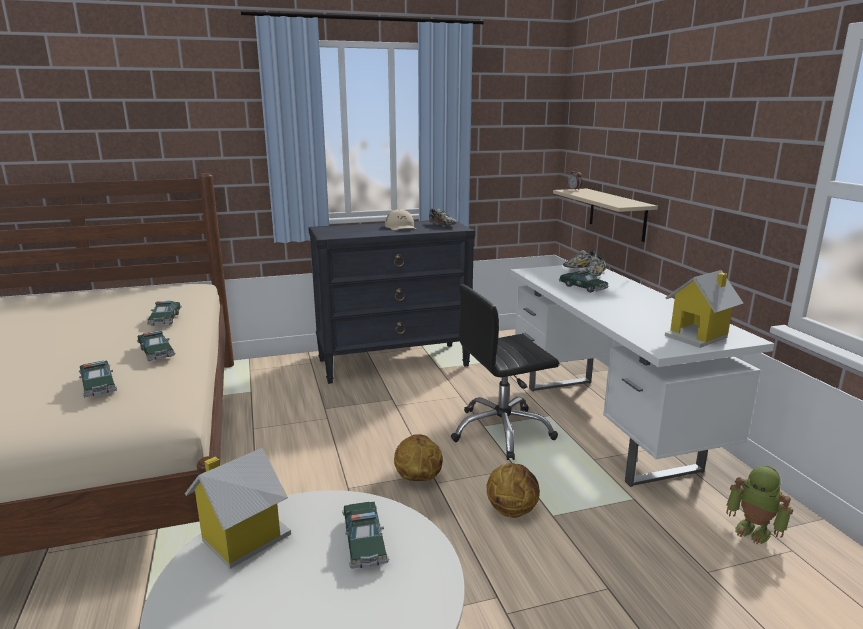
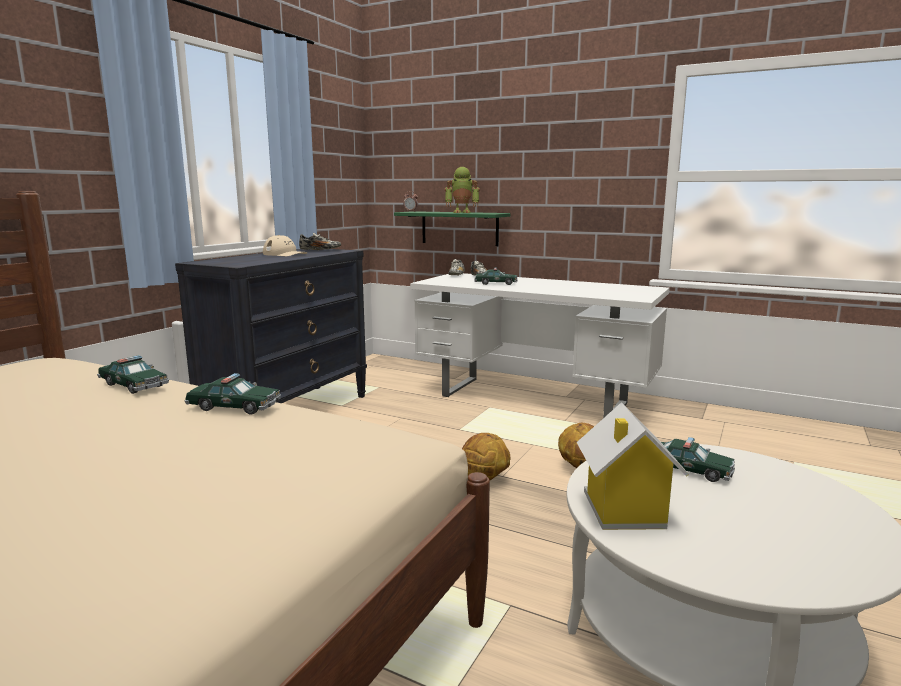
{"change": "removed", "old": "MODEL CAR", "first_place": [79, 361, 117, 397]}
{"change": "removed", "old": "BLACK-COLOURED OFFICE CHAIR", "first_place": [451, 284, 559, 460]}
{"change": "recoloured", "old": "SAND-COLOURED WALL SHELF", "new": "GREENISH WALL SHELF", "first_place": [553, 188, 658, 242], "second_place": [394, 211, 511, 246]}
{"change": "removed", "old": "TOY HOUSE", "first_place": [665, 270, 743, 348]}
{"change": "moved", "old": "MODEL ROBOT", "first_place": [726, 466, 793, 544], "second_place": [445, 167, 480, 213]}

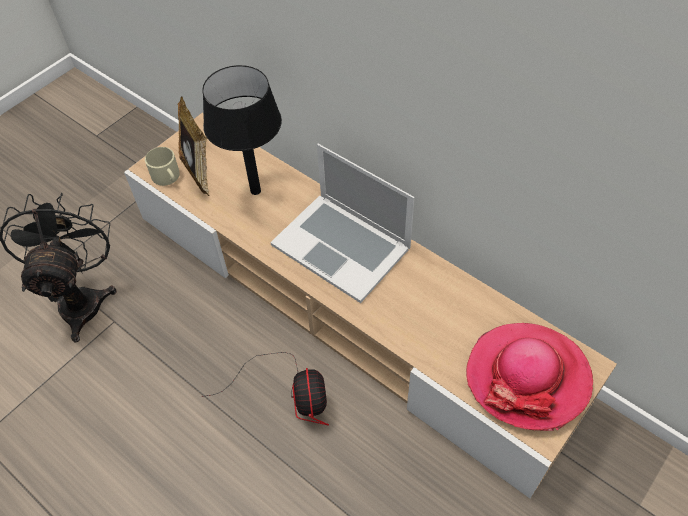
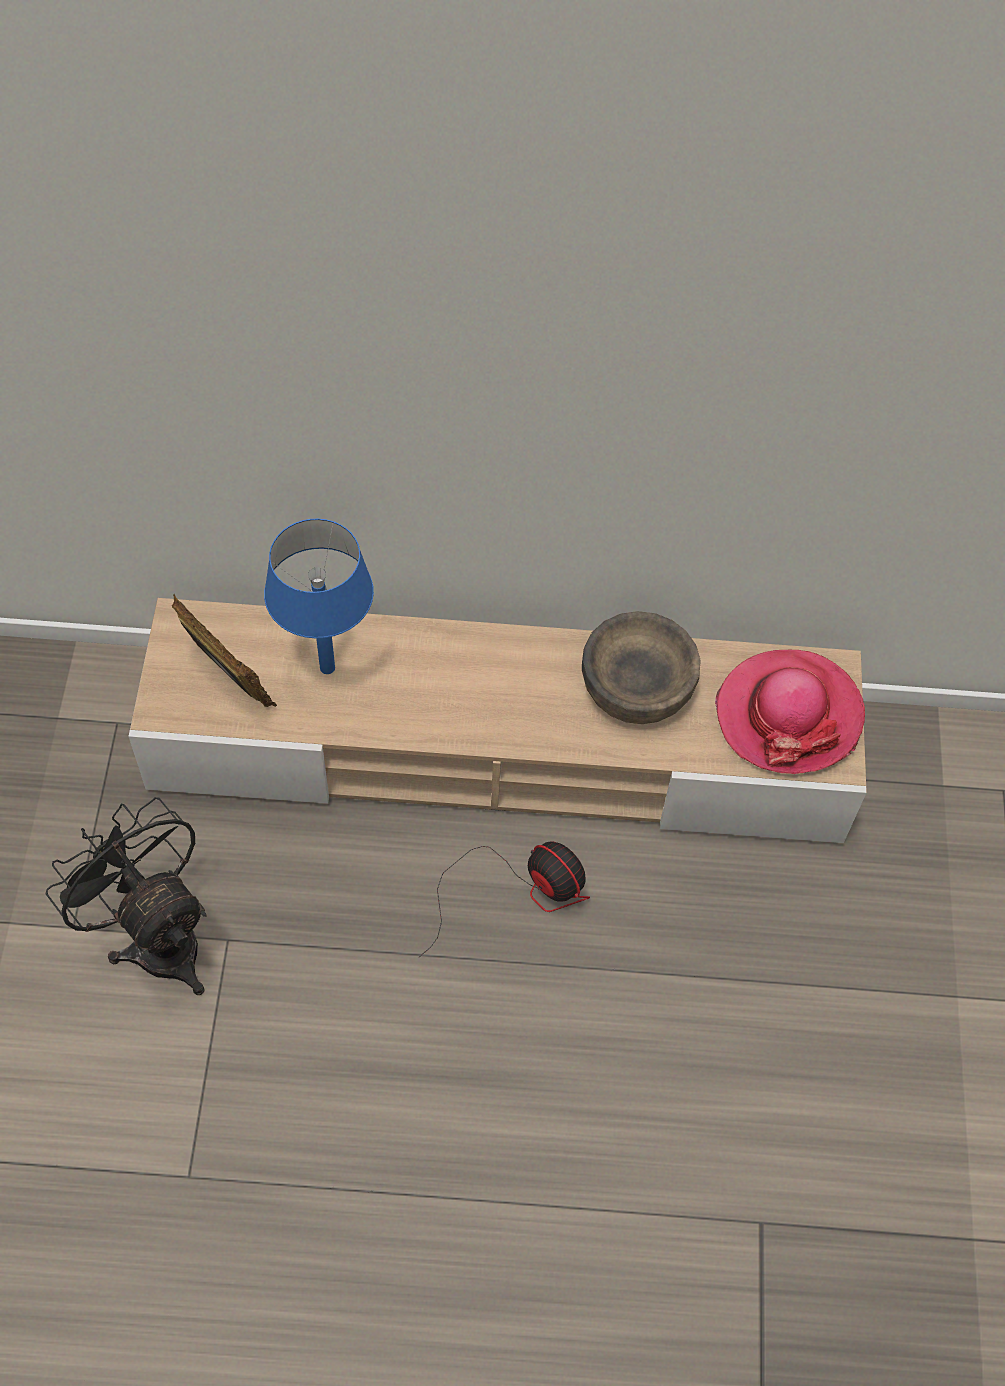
{"change": "removed", "old": "SAND-COLOURED MUG", "first_place": [145, 147, 180, 186]}
{"change": "recoloured", "old": "BLACK-COLOURED LAMP FOR A TABLE", "new": "BLUE LAMP FOR A TABLE", "first_place": [202, 65, 282, 195], "second_place": [264, 519, 374, 674]}
{"change": "removed", "old": "NOTEBOOK COMPUTER", "first_place": [270, 144, 415, 303]}
{"change": "added", "new": "BROWN-COLOURED DEEP DISH", "second_place": [582, 611, 701, 724]}

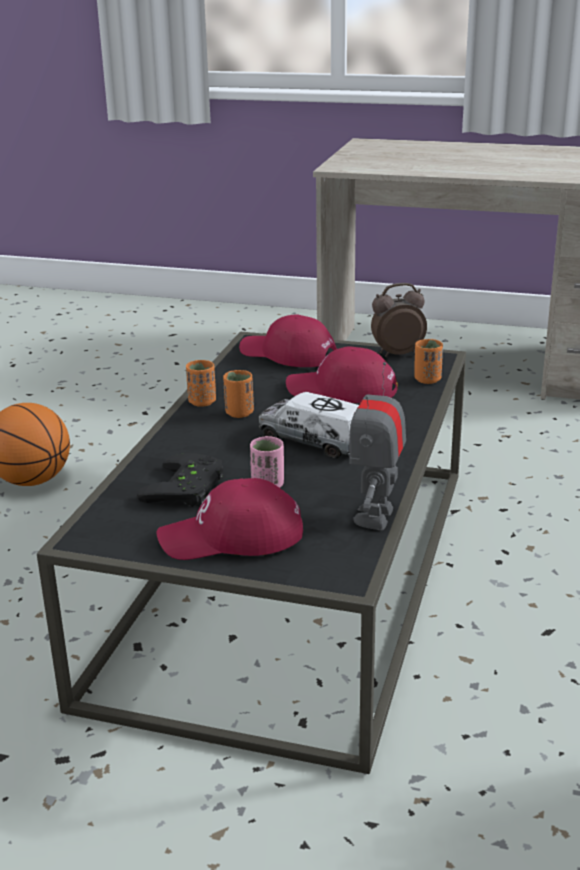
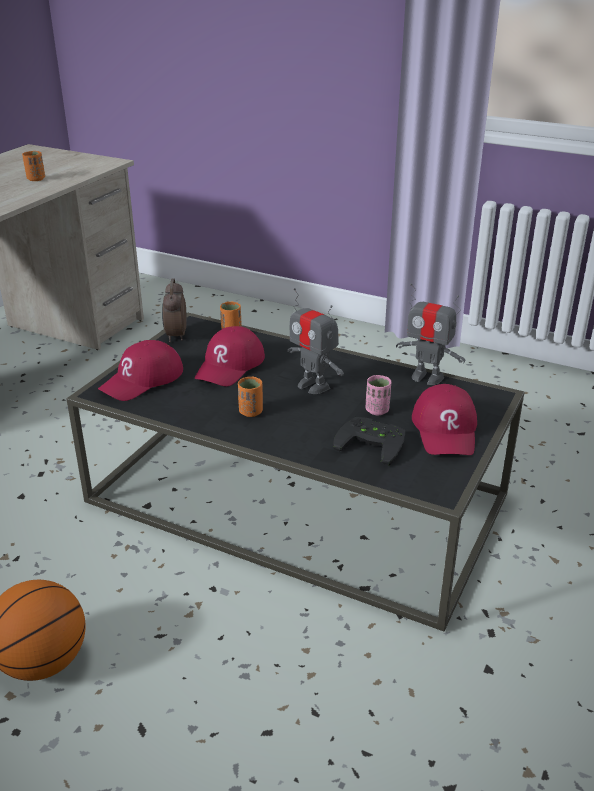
{"change": "moved", "old": "ORANGE-COLOURED DRINKING CUP", "first_place": [186, 360, 216, 407], "second_place": [22, 151, 45, 181]}
{"change": "replaced", "old": "MODEL TRUCK", "new": "MODEL ROBOT", "first_place": [259, 392, 359, 459], "second_place": [288, 288, 344, 394]}

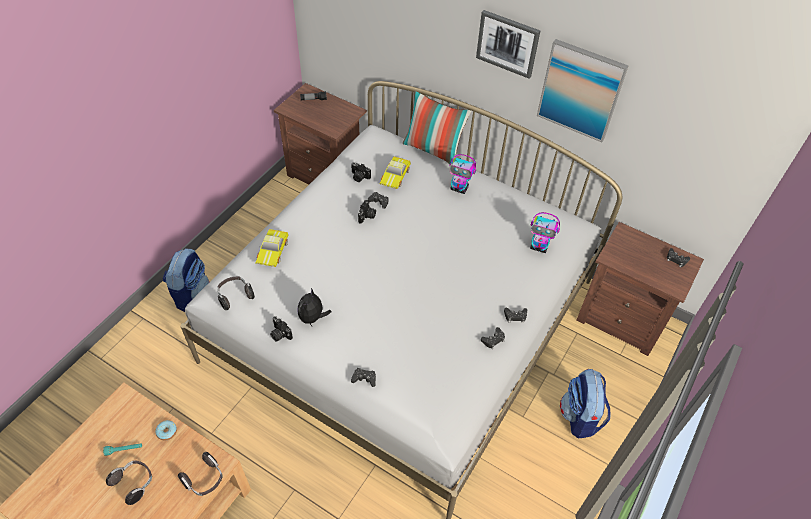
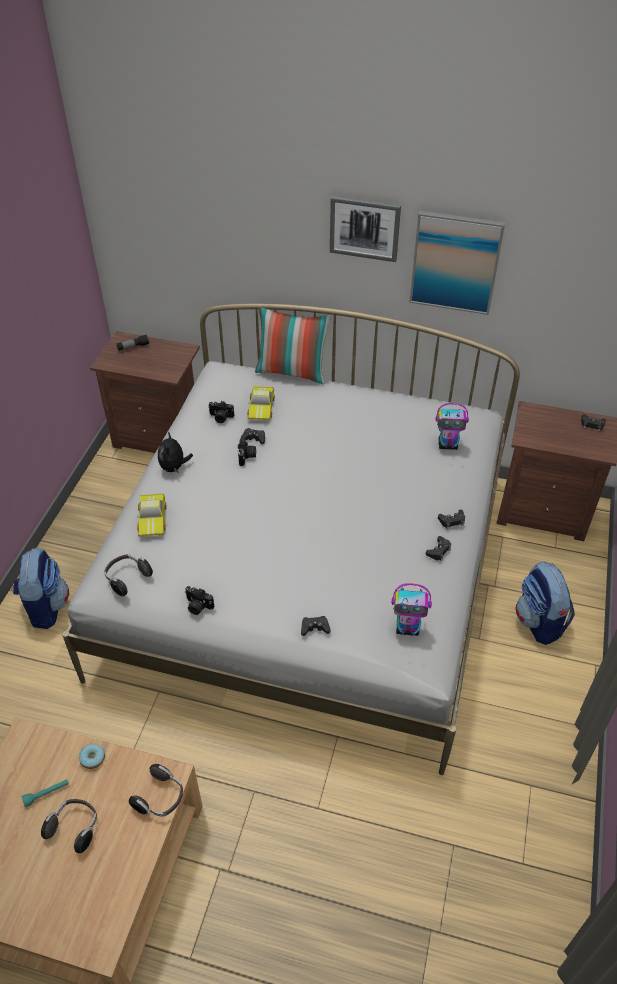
{"change": "moved", "old": "CUDDLY TOY", "first_place": [297, 288, 331, 328], "second_place": [158, 432, 193, 473]}
{"change": "moved", "old": "MODEL ROBOT", "first_place": [449, 154, 476, 194], "second_place": [392, 583, 432, 636]}

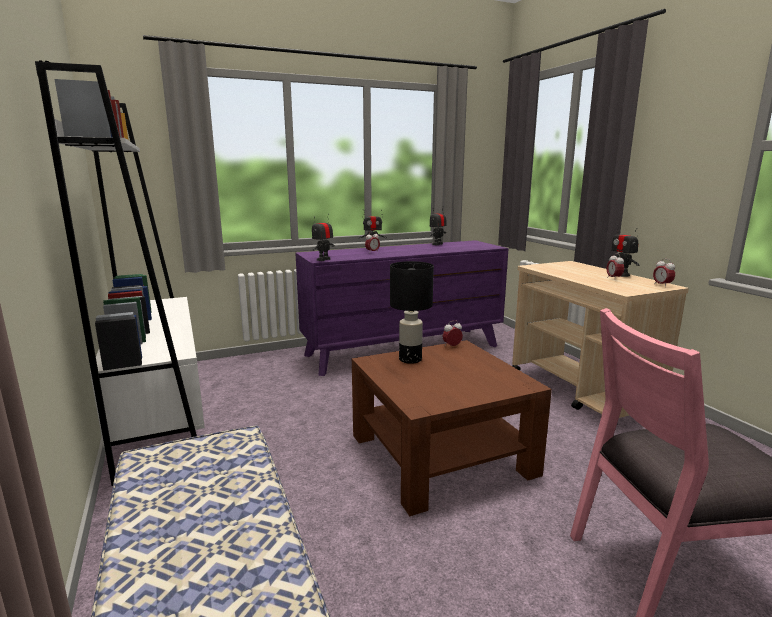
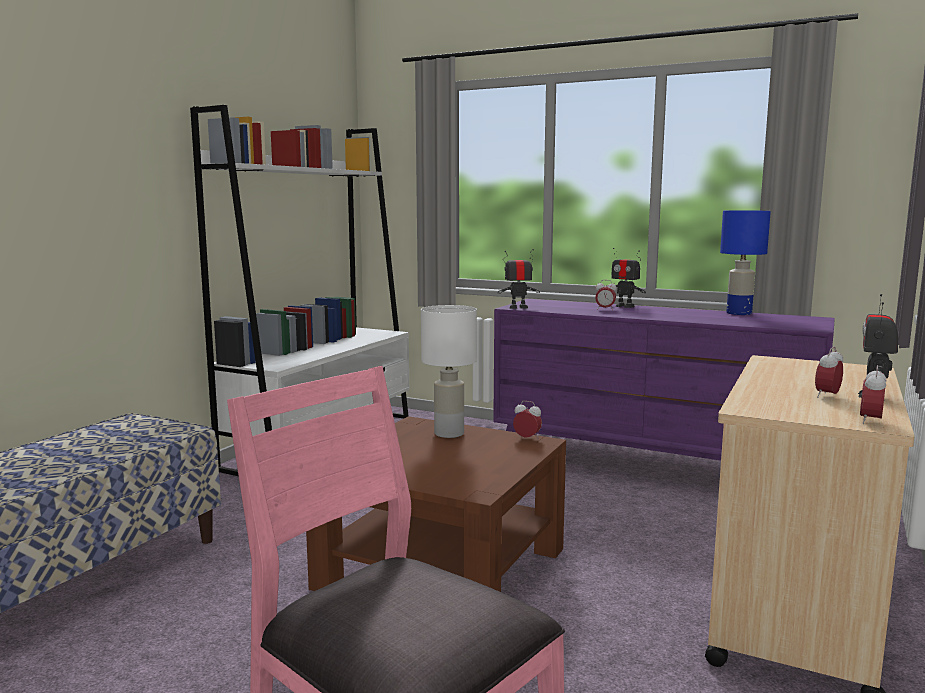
{"change": "recoloured", "old": "BLACK-COLOURED LAMP FOR A TABLE", "new": "WHITISH LAMP FOR A TABLE", "first_place": [390, 261, 434, 364], "second_place": [421, 305, 477, 438]}
{"change": "replaced", "old": "MODEL ROBOT", "new": "BLUE LAMP FOR A TABLE", "first_place": [430, 207, 447, 245], "second_place": [720, 210, 771, 315]}

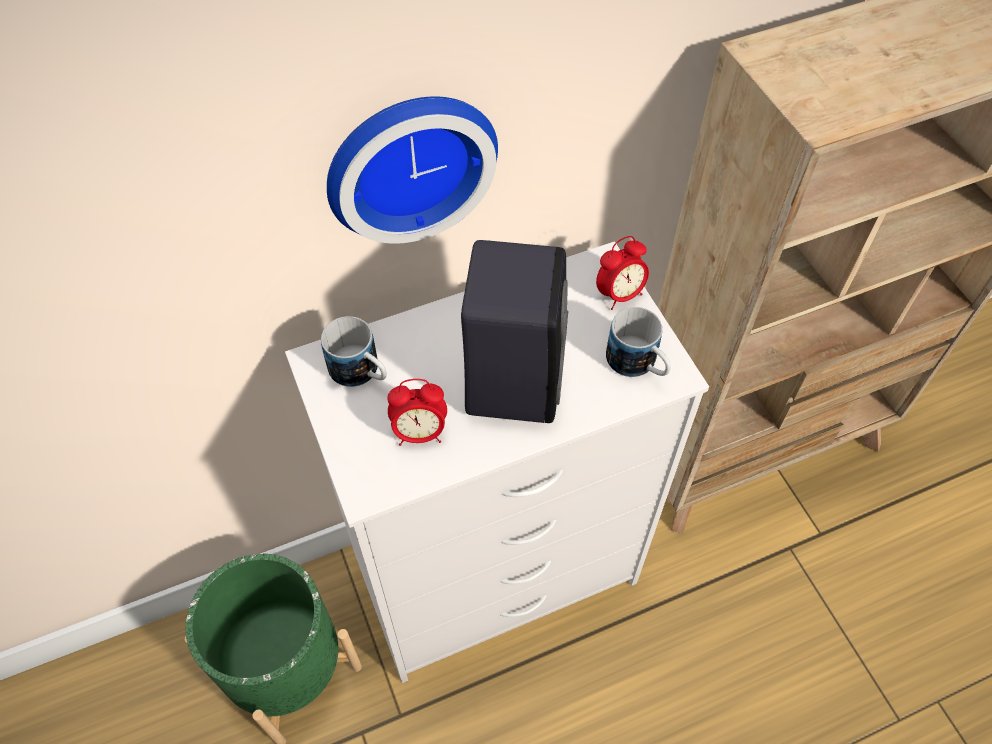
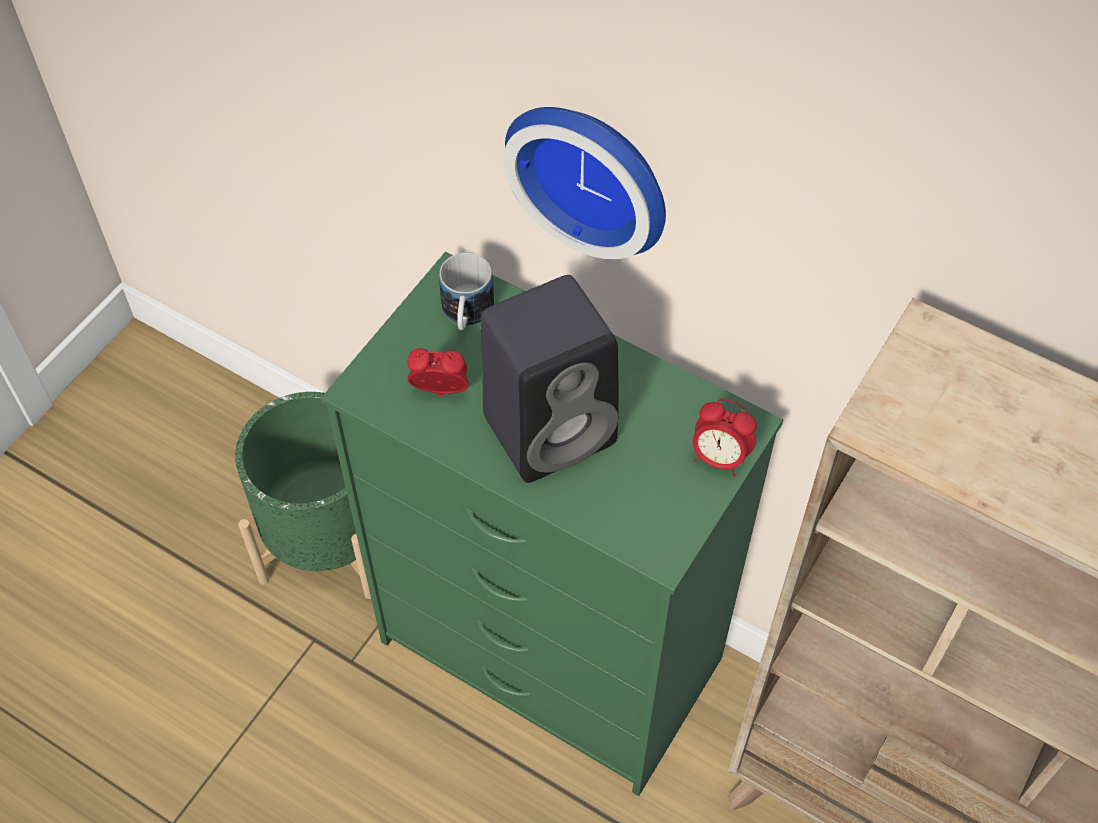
{"change": "recoloured", "old": "WHITISH DRESSER", "new": "GREENISH DRESSER", "first_place": [285, 241, 709, 683], "second_place": [321, 252, 783, 796]}
{"change": "turned", "old": "ALARM CLOCK", "first_place": [387, 379, 447, 446], "second_place": [407, 348, 469, 397], "degrees": 135}
{"change": "removed", "old": "MUG", "first_place": [606, 307, 671, 377]}

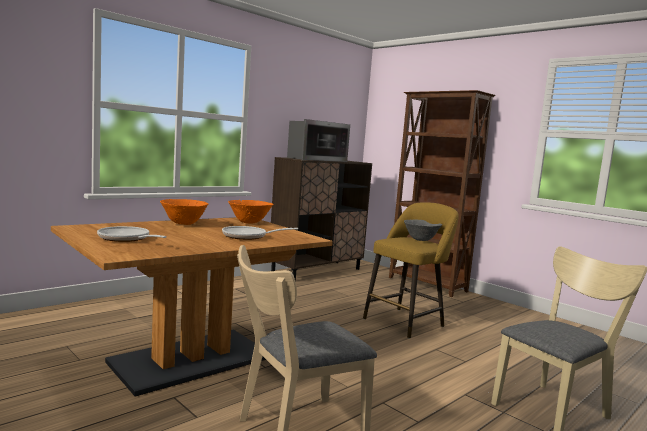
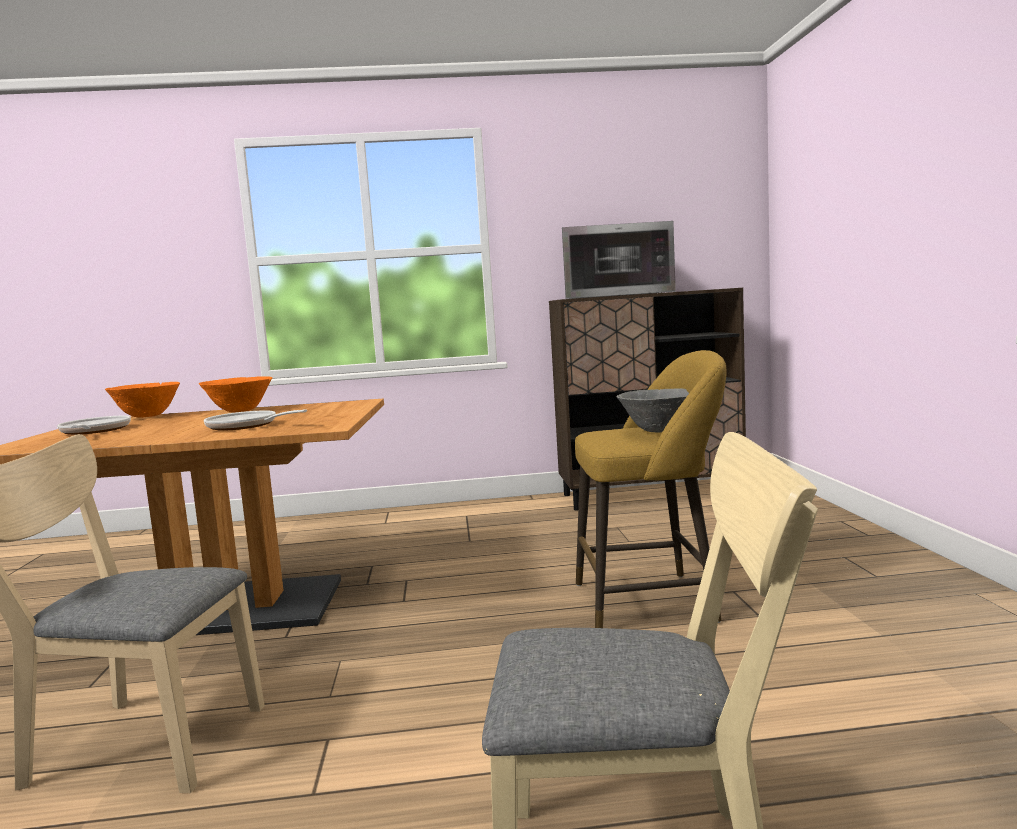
{"change": "moved", "old": "ORANGE-COLOURED DEEP DISH", "first_place": [228, 200, 273, 224], "second_place": [105, 382, 180, 418]}
{"change": "removed", "old": "BROWN-COLOURED BOOKCASE", "first_place": [389, 90, 496, 297]}

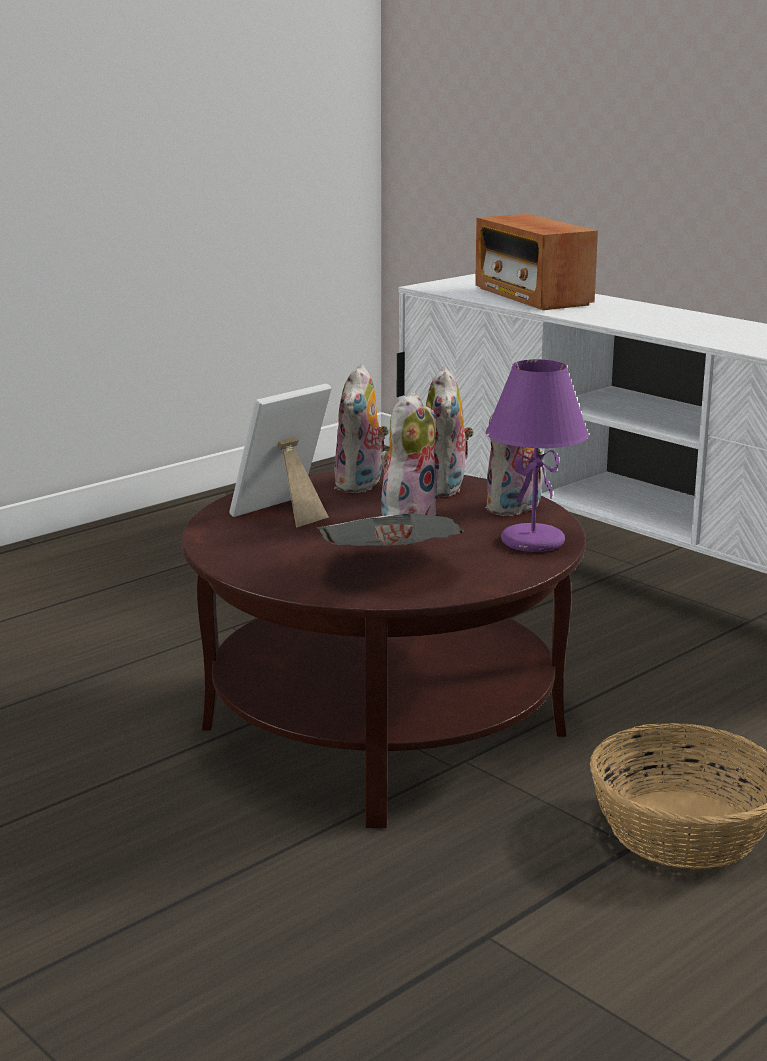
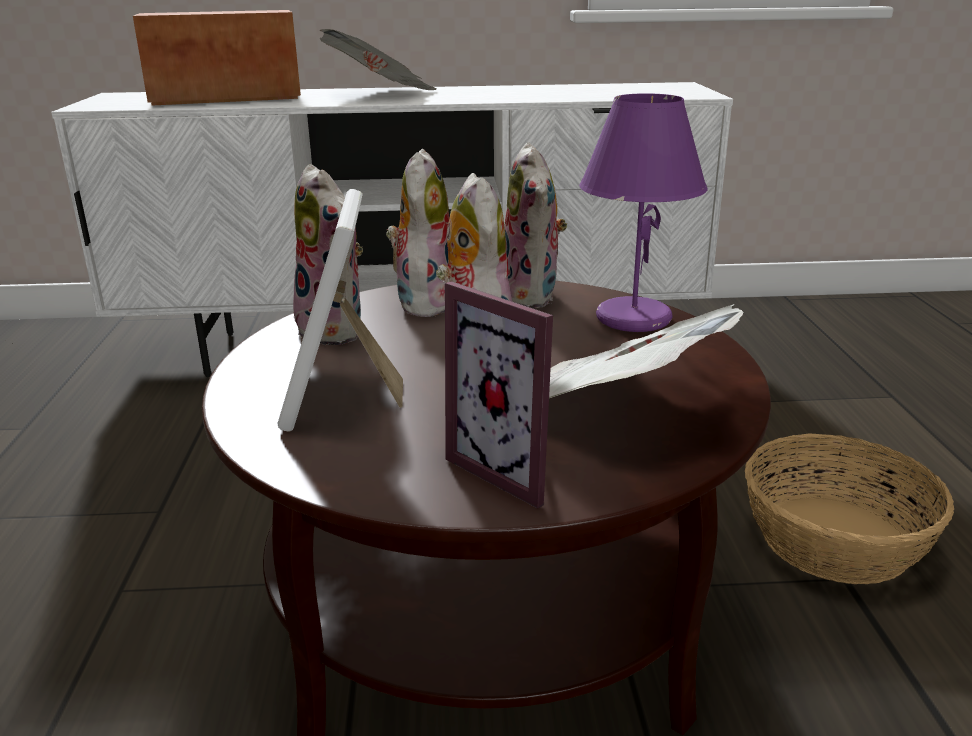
{"change": "turned", "old": "CUDDLY TOY", "first_place": [426, 366, 474, 497], "second_place": [386, 149, 450, 317], "degrees": -120}
{"change": "turned", "old": "RADIO RECEIVER", "first_place": [475, 214, 598, 310], "second_place": [133, 10, 301, 105], "degrees": 150}
{"change": "added", "new": "PRINTED PAPER", "second_place": [319, 29, 437, 90]}
{"change": "added", "new": "STANDING FRAME", "second_place": [445, 281, 553, 509]}

